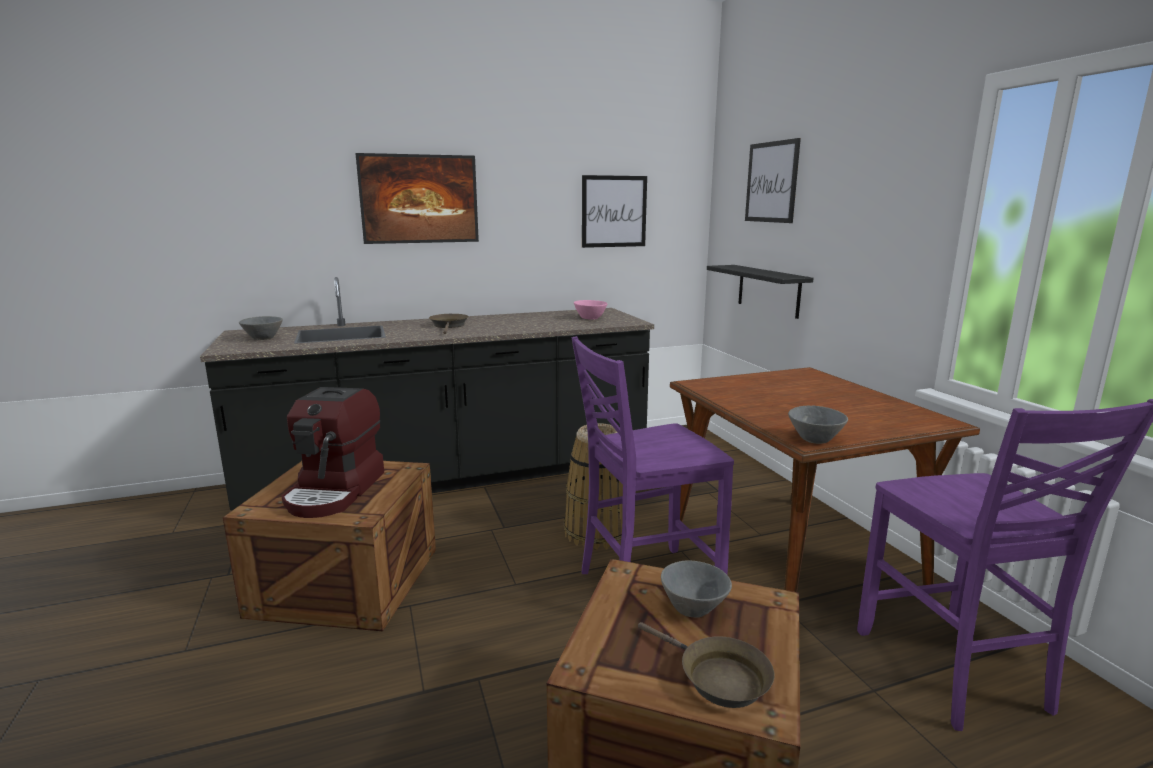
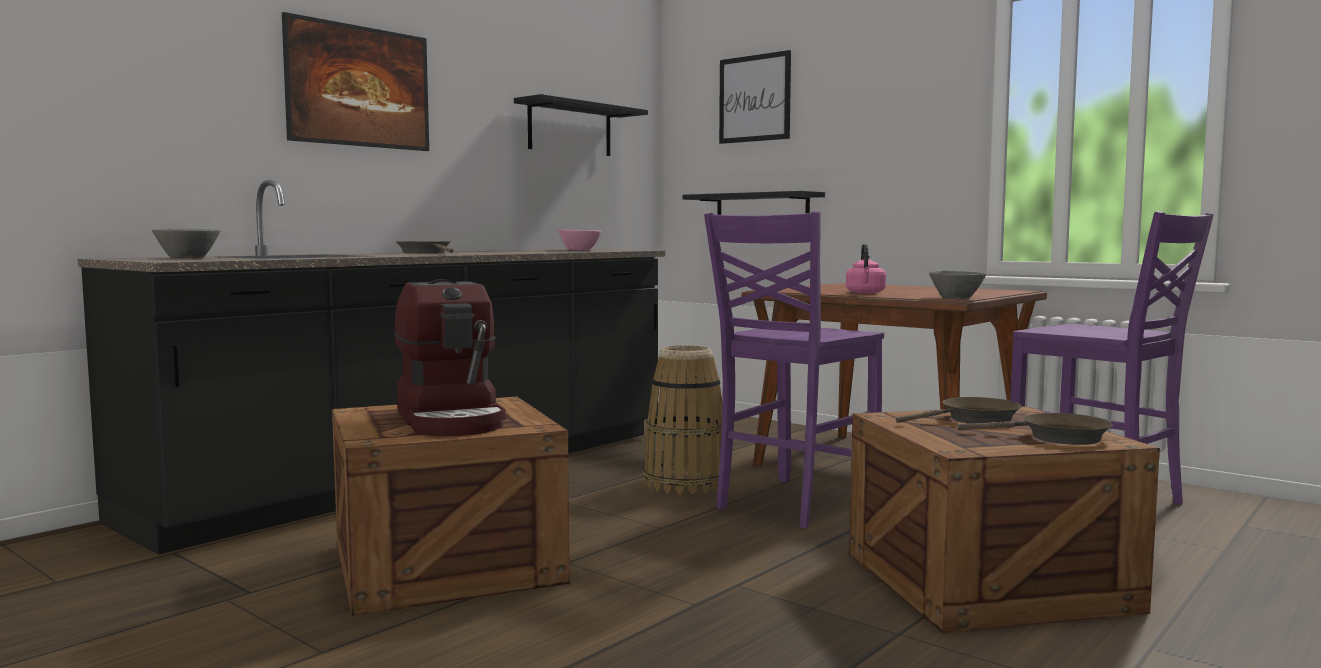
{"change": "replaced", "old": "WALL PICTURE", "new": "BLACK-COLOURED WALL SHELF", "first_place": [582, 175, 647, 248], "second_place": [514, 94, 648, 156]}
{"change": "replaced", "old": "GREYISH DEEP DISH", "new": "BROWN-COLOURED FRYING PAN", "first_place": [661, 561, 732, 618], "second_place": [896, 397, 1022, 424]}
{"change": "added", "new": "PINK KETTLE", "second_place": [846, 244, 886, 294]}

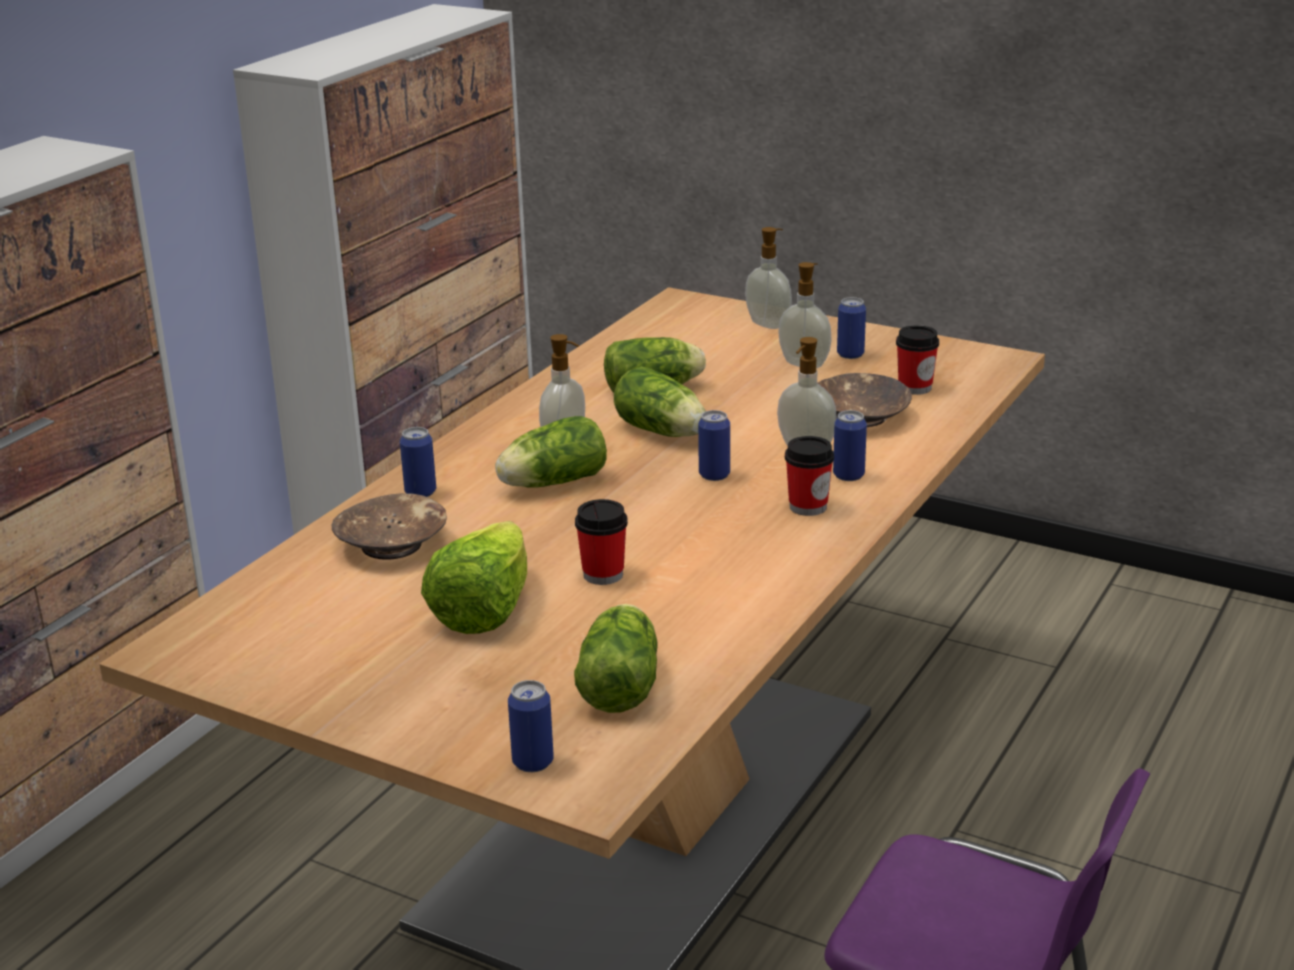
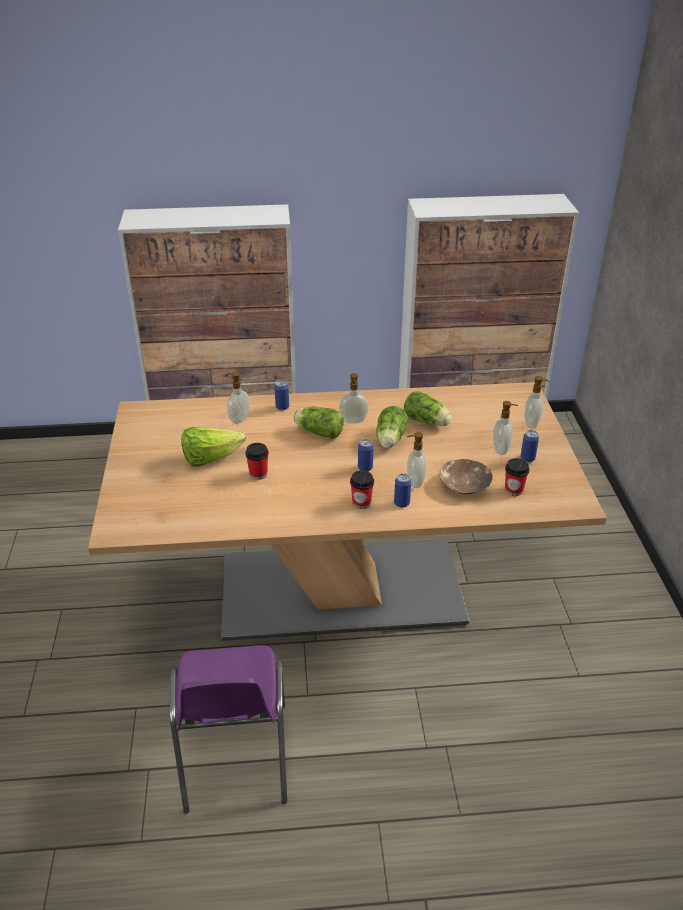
{"change": "replaced", "old": "BROWN-COLOURED DEEP DISH", "new": "SOAP DISPENSER", "first_place": [332, 493, 447, 560], "second_place": [227, 372, 250, 424]}
{"change": "removed", "old": "METAL CAN", "first_place": [508, 680, 554, 772]}
{"change": "removed", "old": "HEAD OF LETTUCE", "first_place": [574, 604, 657, 713]}

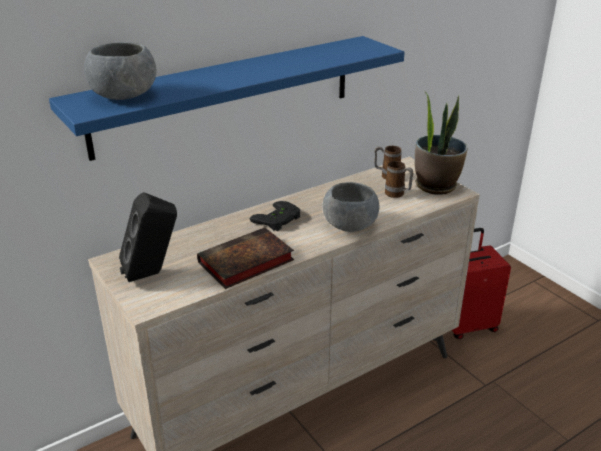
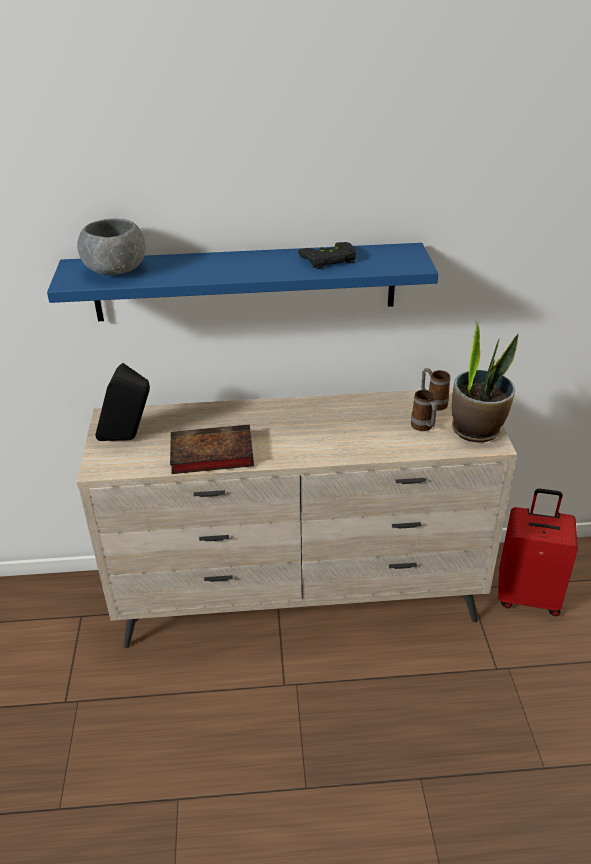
{"change": "moved", "old": "BLACK-COLOURED GAMEPAD", "first_place": [250, 201, 300, 231], "second_place": [298, 242, 356, 269]}
{"change": "removed", "old": "GREYISH DEEP DISH", "first_place": [323, 182, 379, 232]}

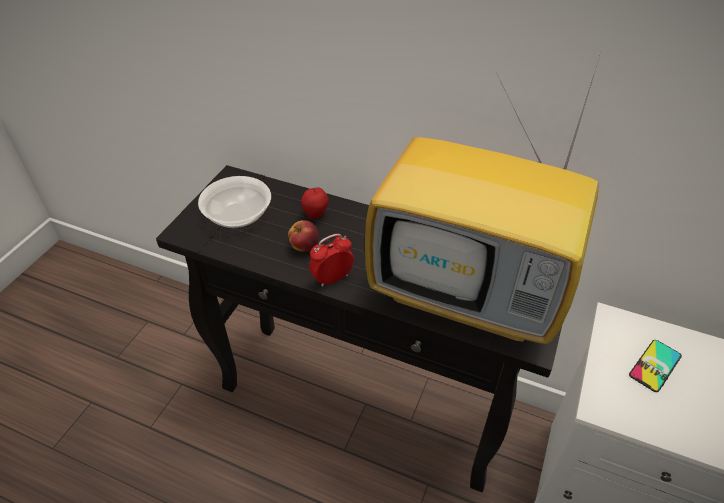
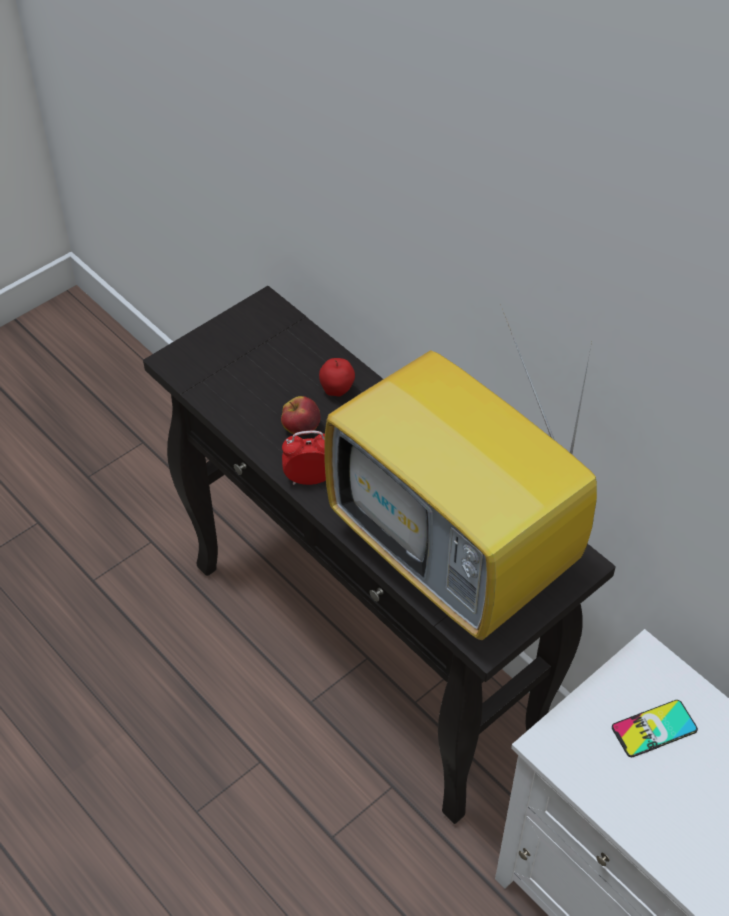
{"change": "removed", "old": "DEEP DISH", "first_place": [198, 176, 271, 228]}

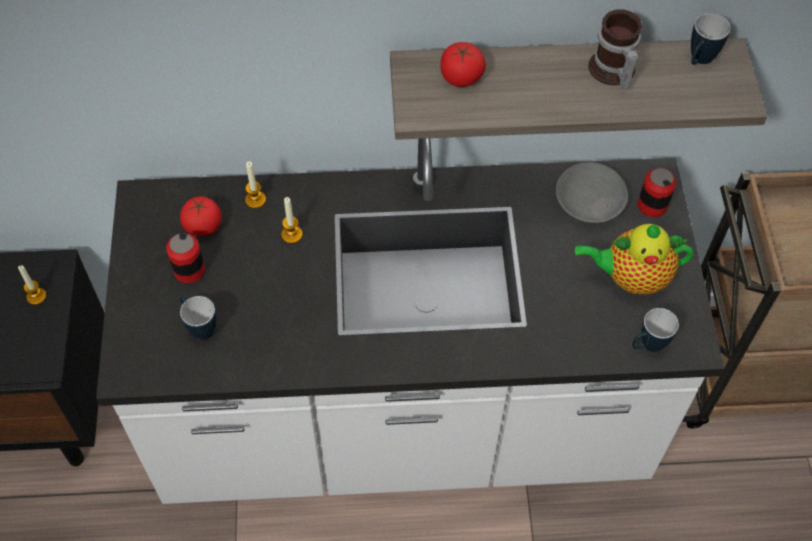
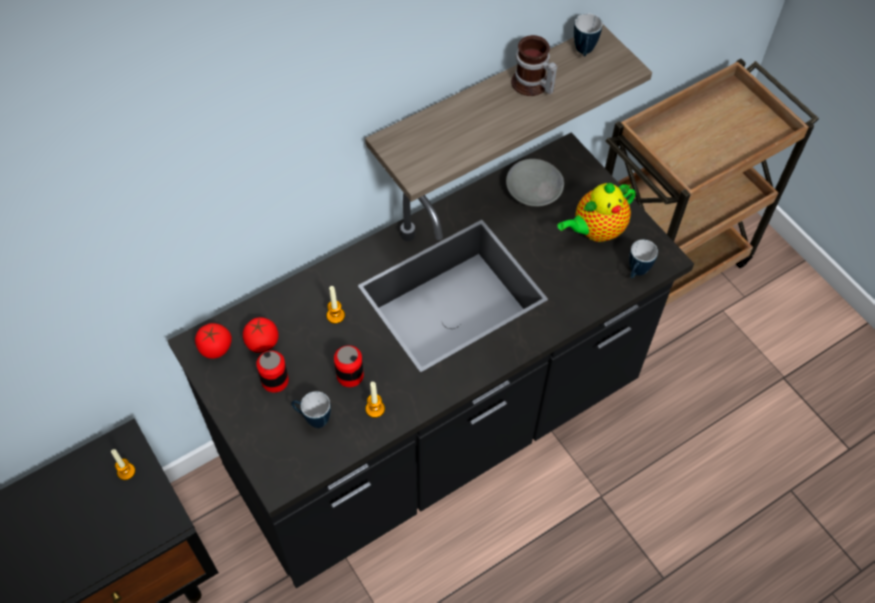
{"change": "recoloured", "old": "WHITISH COUNTER", "new": "BLACK-COLOURED COUNTER", "first_place": [96, 138, 725, 504], "second_place": [167, 132, 694, 588]}
{"change": "moved", "old": "CANDLE", "first_place": [245, 162, 266, 208], "second_place": [366, 382, 385, 418]}
{"change": "moved", "old": "FRESH TOMATO", "first_place": [440, 42, 486, 87], "second_place": [195, 323, 232, 359]}
{"change": "moved", "old": "METAL CAN", "first_place": [638, 168, 676, 217], "second_place": [334, 345, 364, 387]}

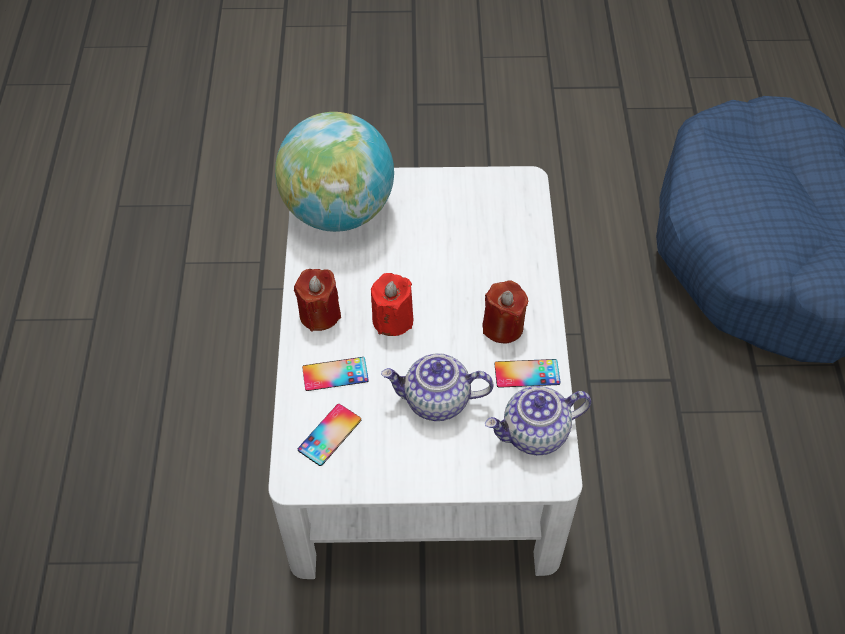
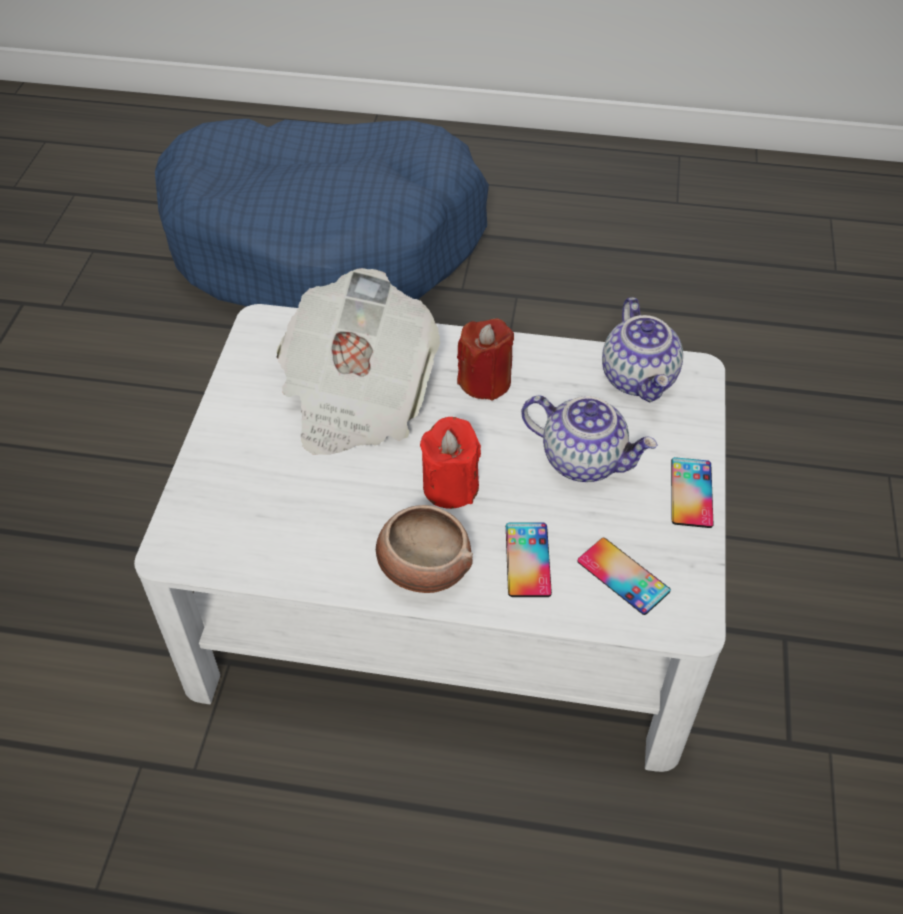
{"change": "removed", "old": "GLOBE", "first_place": [275, 112, 394, 232]}
{"change": "replaced", "old": "REDDISH CANDLE", "new": "DEEP DISH", "first_place": [294, 269, 341, 332], "second_place": [376, 505, 473, 593]}
{"change": "turned", "old": "POT FOR TEA", "first_place": [381, 353, 494, 421], "second_place": [521, 396, 658, 482], "degrees": -75}
{"change": "moved", "old": "PHONE", "first_place": [494, 359, 560, 388], "second_place": [671, 457, 714, 528]}
{"change": "added", "new": "PRINTED PAPER", "second_place": [276, 268, 440, 455]}

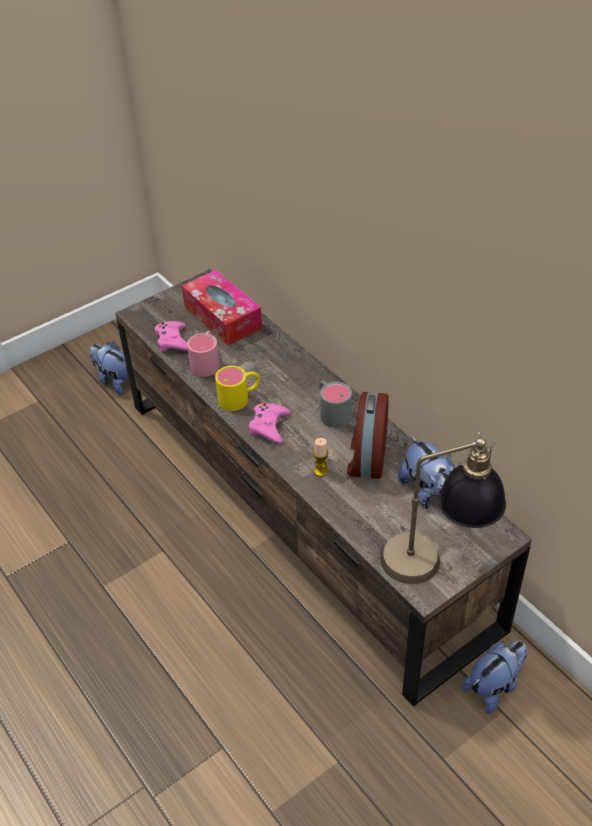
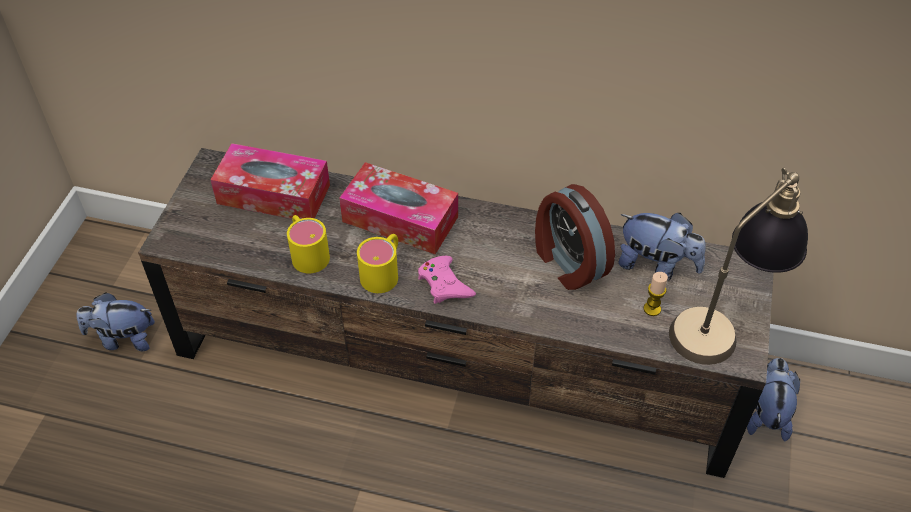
{"change": "removed", "old": "PINK GAMEPAD", "first_place": [155, 321, 188, 351]}
{"change": "recoloured", "old": "PINK MUG", "new": "YELLOW-COLOURED MUG", "first_place": [187, 331, 220, 377], "second_place": [287, 215, 330, 273]}
{"change": "moved", "old": "CANDLE", "first_place": [313, 438, 329, 477], "second_place": [644, 272, 668, 316]}
{"change": "removed", "old": "GREYISH MUG", "first_place": [319, 381, 352, 428]}
{"change": "added", "new": "TISSUE HOLDER", "second_place": [339, 162, 458, 254]}

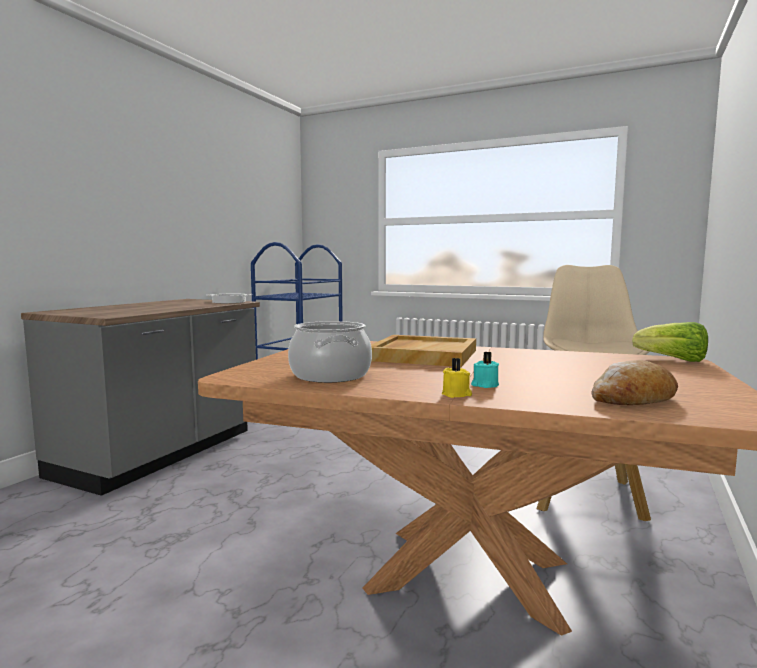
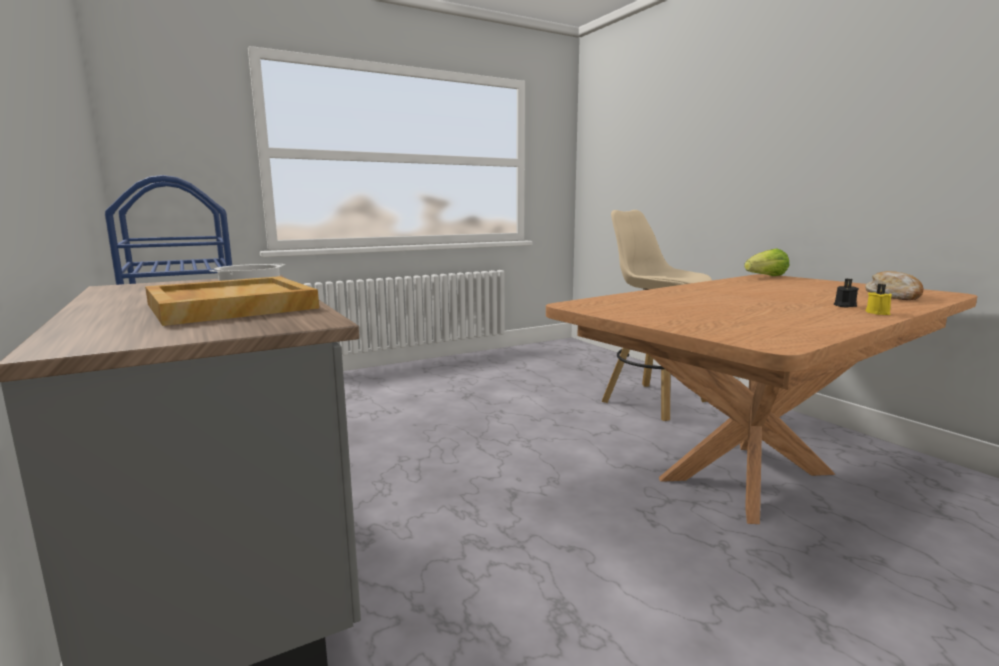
{"change": "removed", "old": "COOKING POT", "first_place": [288, 321, 372, 383]}
{"change": "moved", "old": "SAND-COLOURED SERVING TRAY", "first_place": [371, 335, 476, 367], "second_place": [145, 276, 319, 326]}
{"change": "recoloured", "old": "TURQUOISE-COLOURED CANDLE", "new": "BLACK-COLOURED CANDLE", "first_place": [471, 351, 499, 388], "second_place": [833, 279, 859, 308]}

